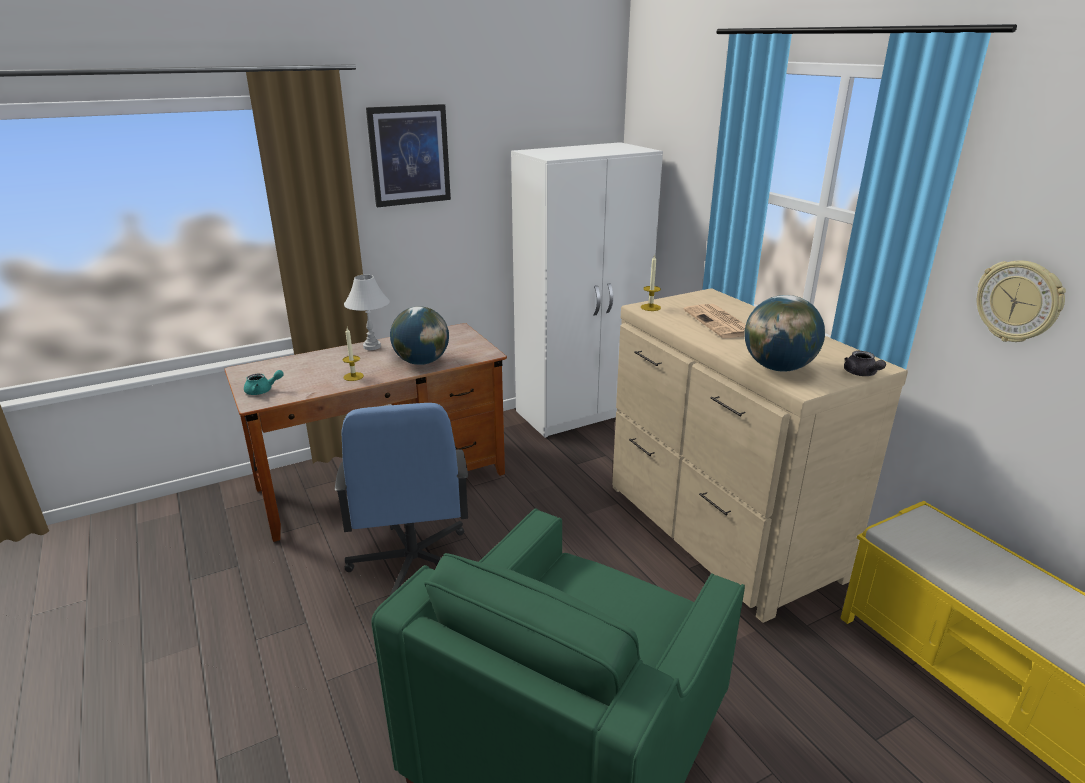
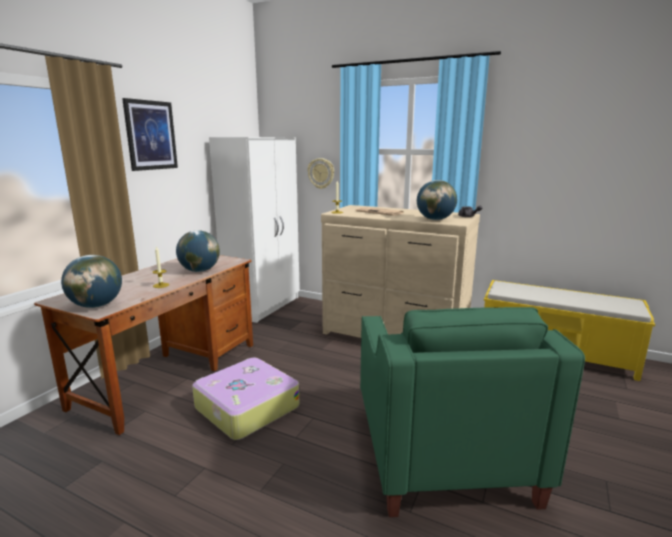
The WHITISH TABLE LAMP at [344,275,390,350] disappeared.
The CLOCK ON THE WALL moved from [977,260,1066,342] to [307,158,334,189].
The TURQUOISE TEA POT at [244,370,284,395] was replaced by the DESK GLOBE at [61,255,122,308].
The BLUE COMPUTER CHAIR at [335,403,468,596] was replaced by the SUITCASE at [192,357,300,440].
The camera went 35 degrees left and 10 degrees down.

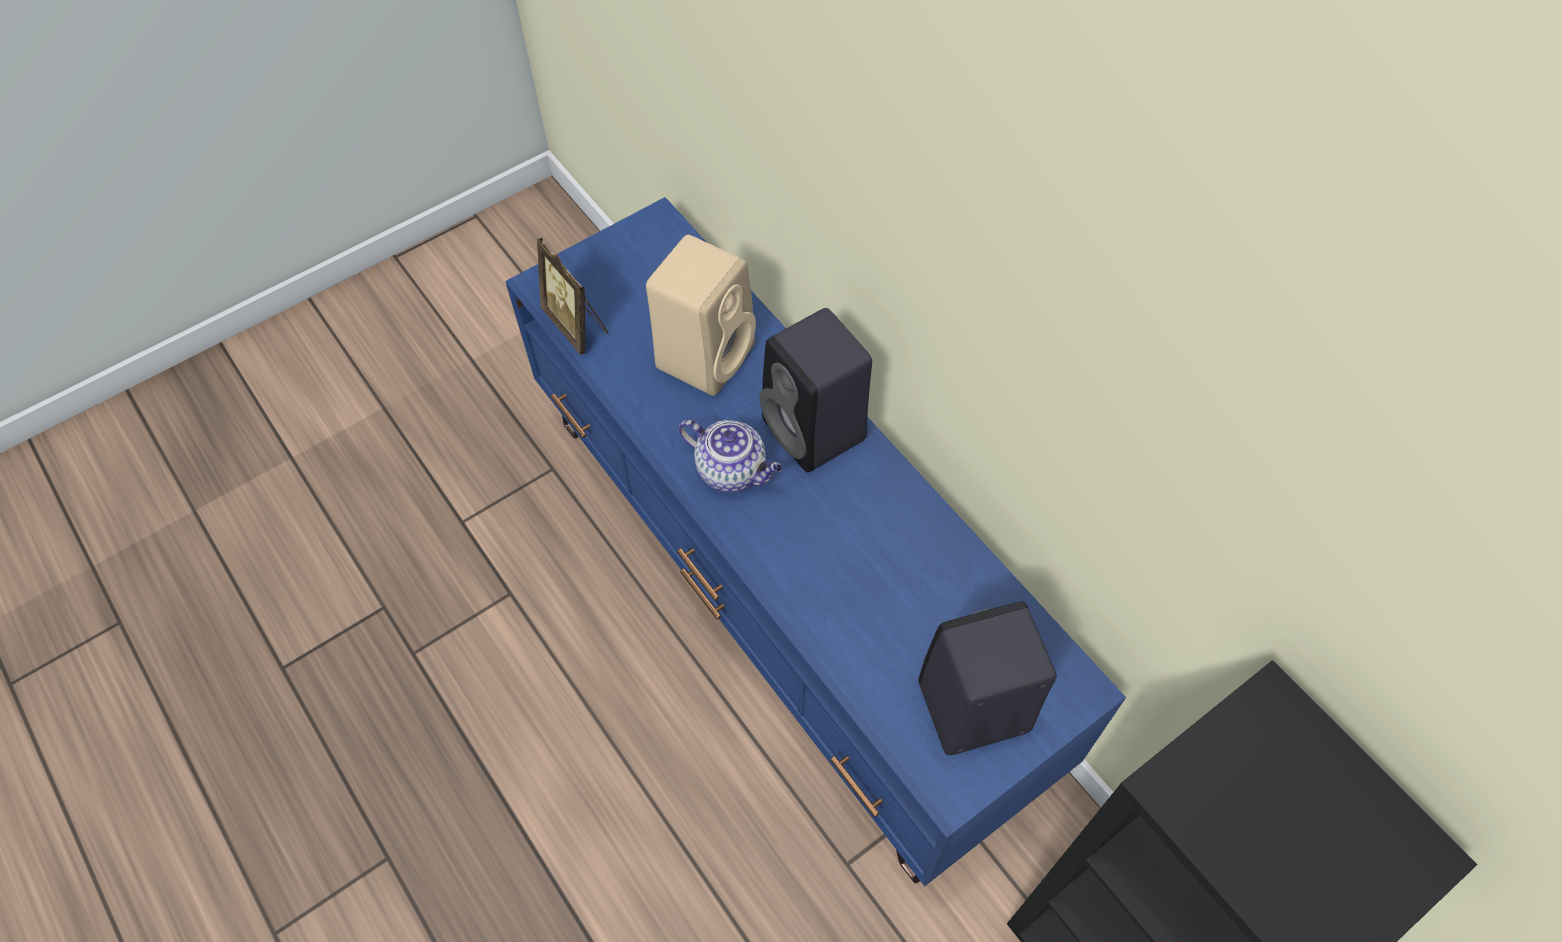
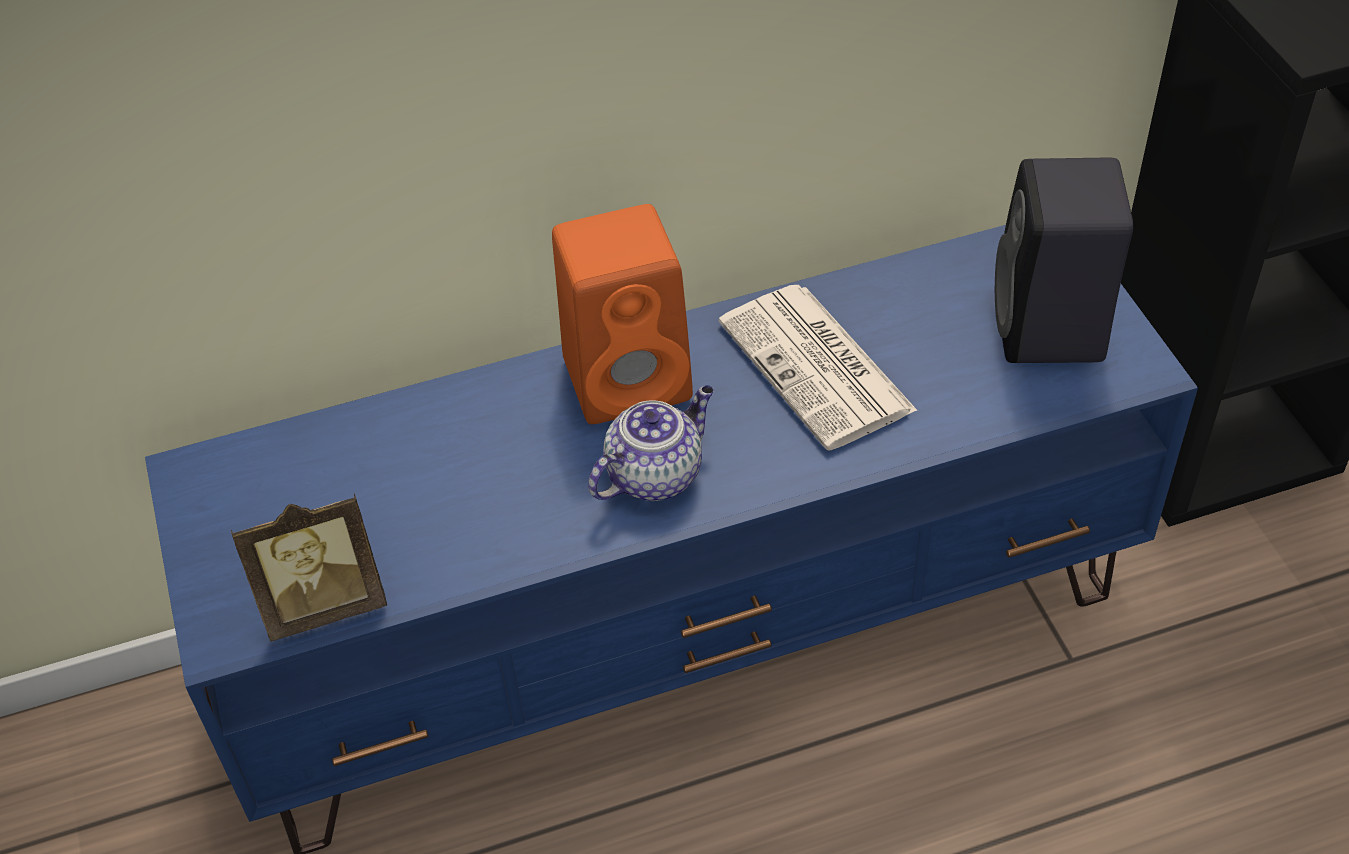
The BEIGE-COLOURED SPEAKER at [646,235,756,396] disappeared.
The DAILY PAPER at [719,285,918,451] appeared.
The BLACK SPEAKER at [759,308,872,473] became the ORANGE-COLOURED SPEAKER at [552,204,693,424].
The camera went 70 degrees left and 10 degrees down.

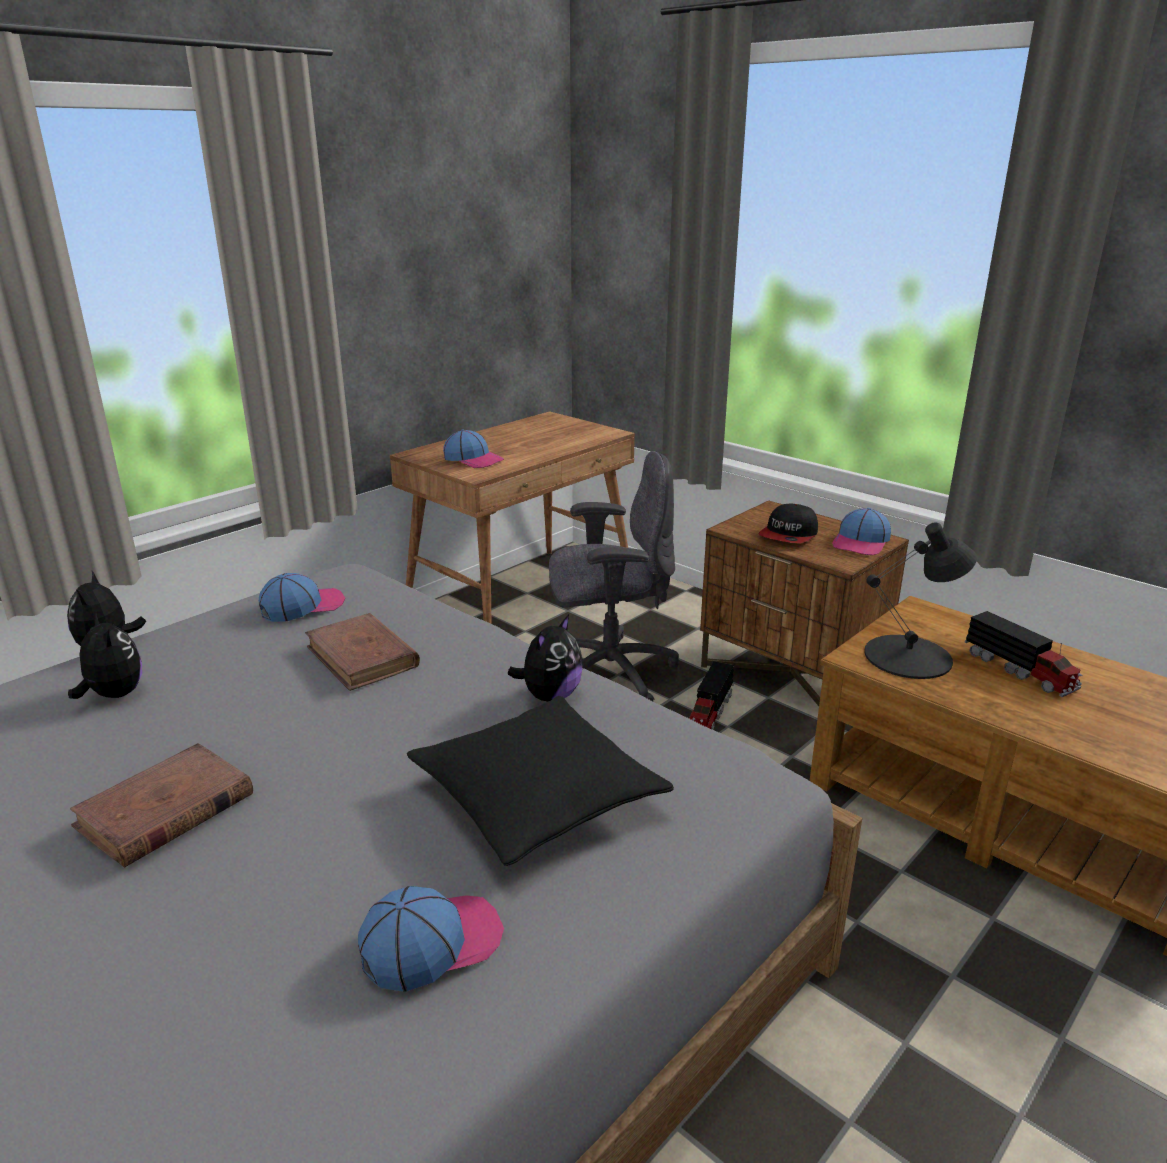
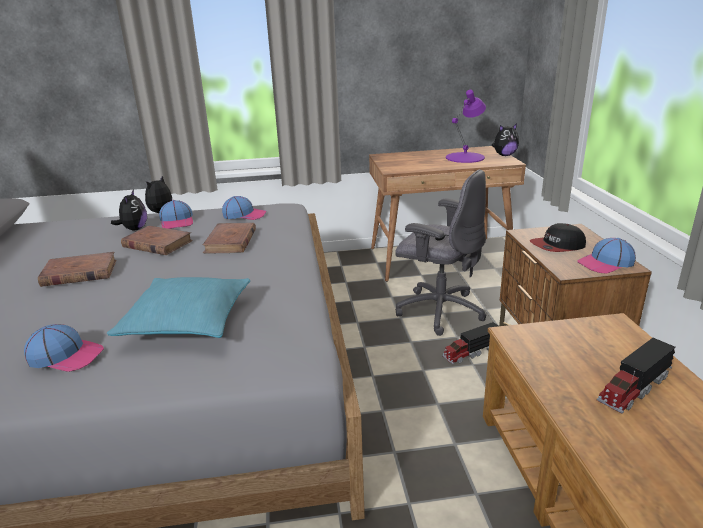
The BLACK TABLE LAMP at [864,523,977,679] disappeared.
The BROWN-COLOURED BOOK at [121,226,193,255] appeared.
The PURPLISH TABLE LAMP at [446,90,486,163] appeared.
The CAP moved from [443,430,504,468] to [159,200,193,229].
The PLUSH TOY moved from [508,615,583,702] to [492,124,519,156].
The BLACK THROW PILLOW at [407,696,674,866] became the TURQUOISE THROW PILLOW at [107,277,250,338].
The TOY LORRY at [965,611,1083,697] turned 45 degrees clockwise.
The camera went 40 degrees right and 0 degrees up.

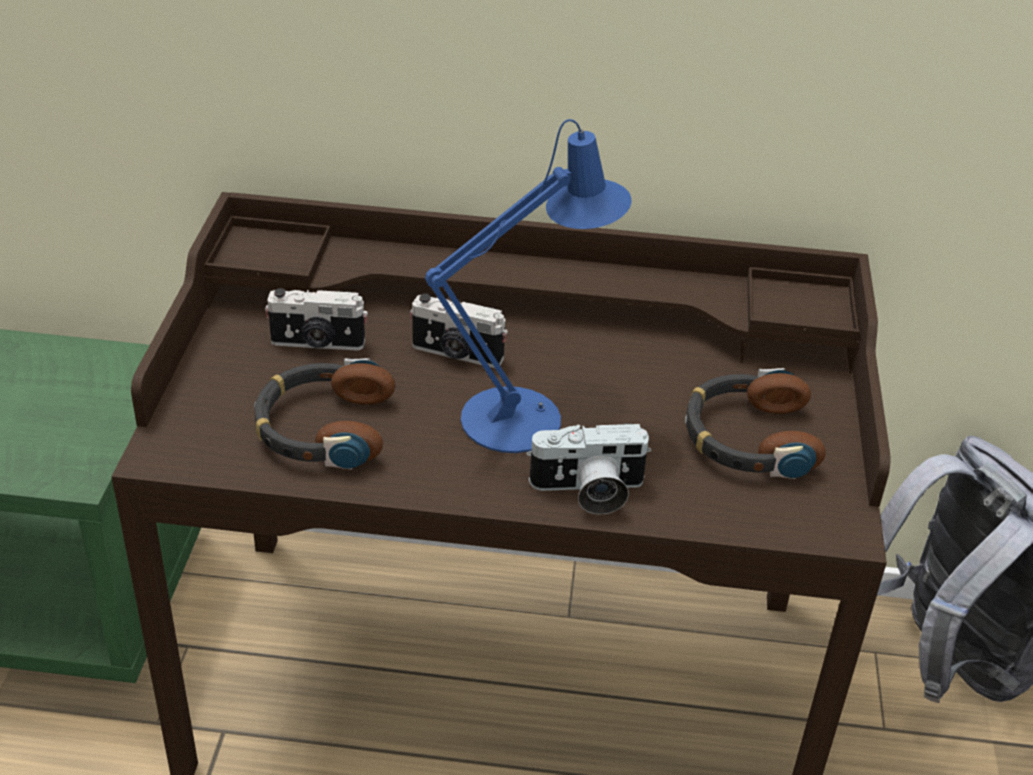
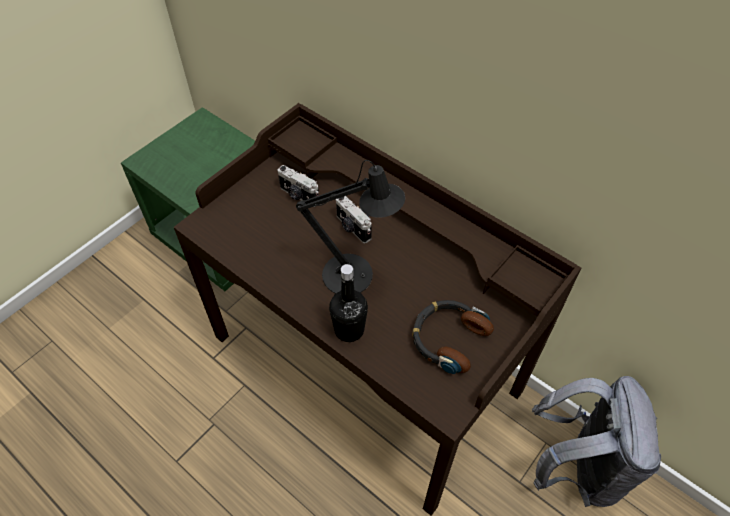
The PAIR OF HEADPHONES at [254,358,395,470] disappeared.
The PHOTO CAMERA at [526,423,651,515] was replaced by the BLACK BEVERAGE BOTTLE at [329,264,368,342].
The BLUE TABLE LAMP at [425,119,631,453] became the BLACK TABLE LAMP at [296,160,405,294].
The camera went 35 degrees right and 15 degrees up.

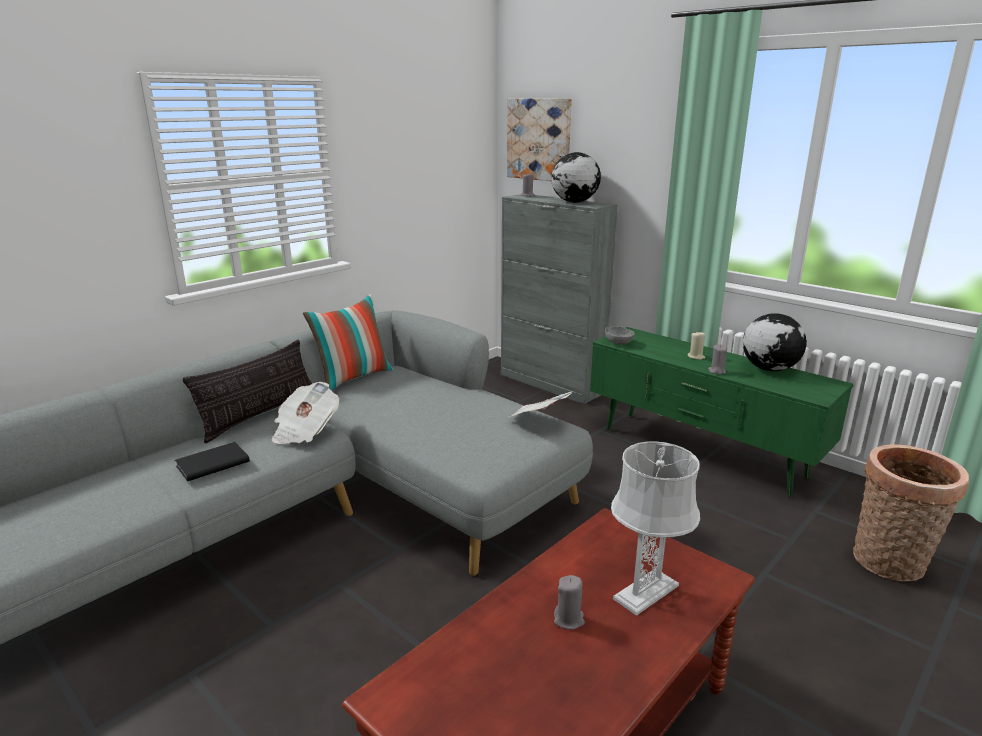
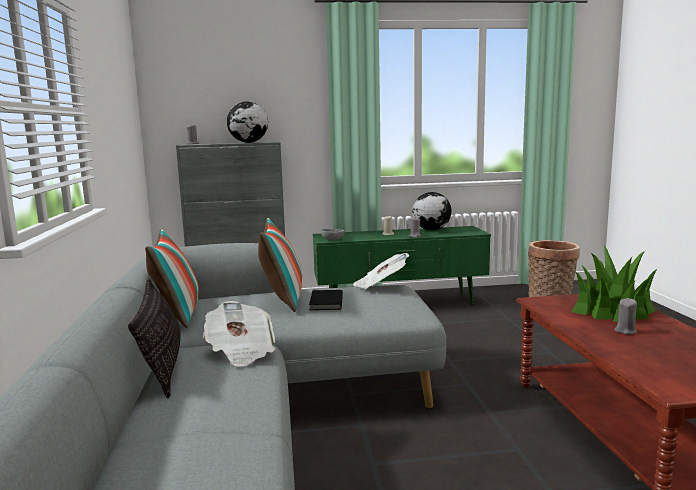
The WALL PICTURE at [507,98,572,181] disappeared.
The THROW PILLOW at [258,218,302,312] appeared.
The BLACK BOOK moved from [175,442,250,482] to [309,290,343,310].
The GREYISH TABLE LAMP at [611,441,700,616] was replaced by the PLANT IN A POT at [571,245,657,322].
The camera went 50 degrees left and 10 degrees down.

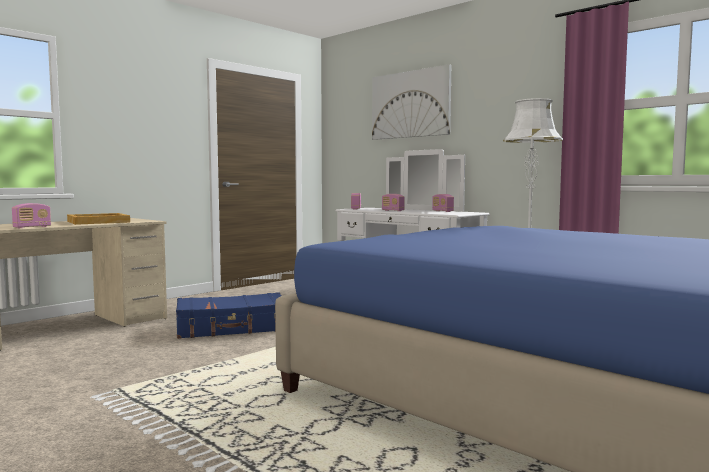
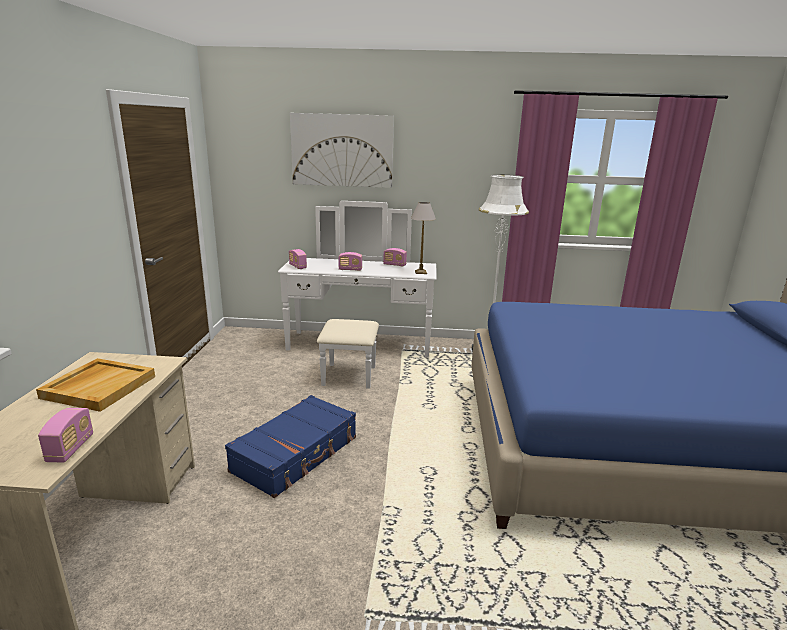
The TABLE LAMP at [411,202,436,274] appeared.
The camera went 40 degrees left and 15 degrees up.

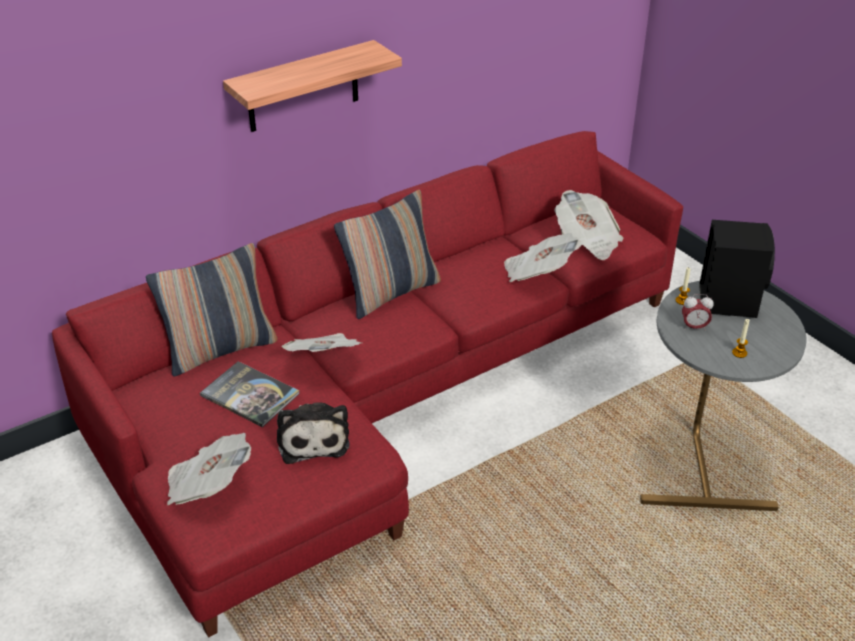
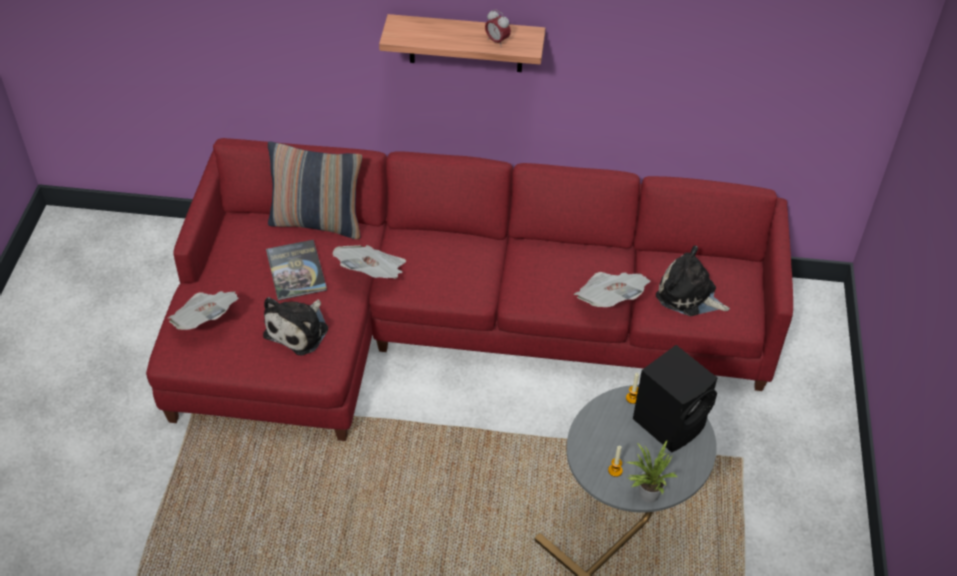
The THROW PILLOW at [334,190,441,319] disappeared.
The PLANT IN A POT at [626,439,678,503] appeared.
The TABLE CLOCK moved from [682,294,714,331] to [485,9,511,47].
The DAILY PAPER at [555,190,624,260] was replaced by the PLUSH TOY at [656,246,730,316].
The camera went 40 degrees right and 10 degrees up.

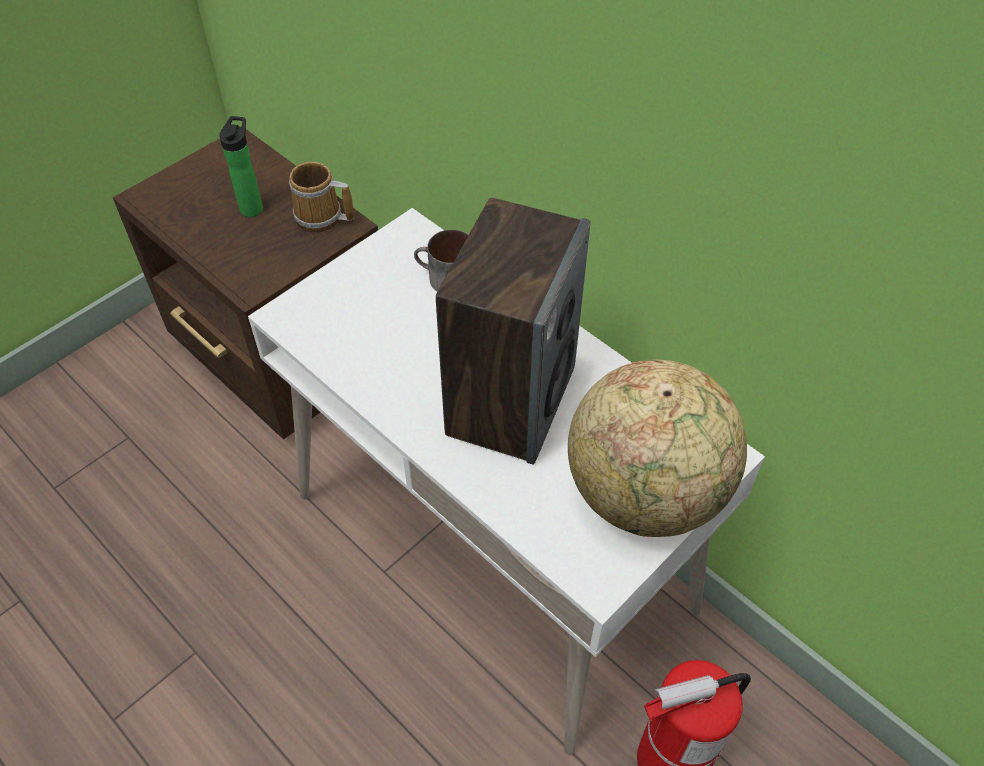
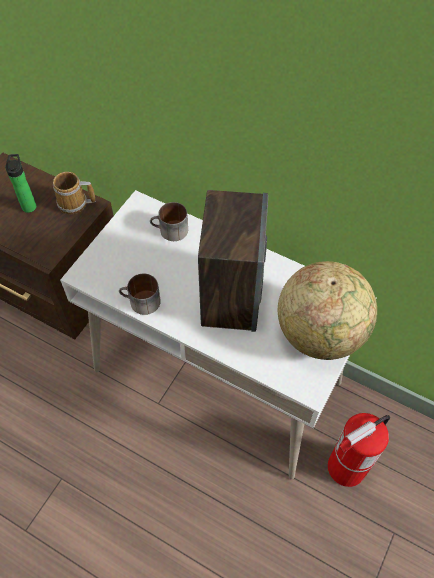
The MUG at [119,273,161,315] appeared.
The camera went 15 degrees left and 5 degrees up.

